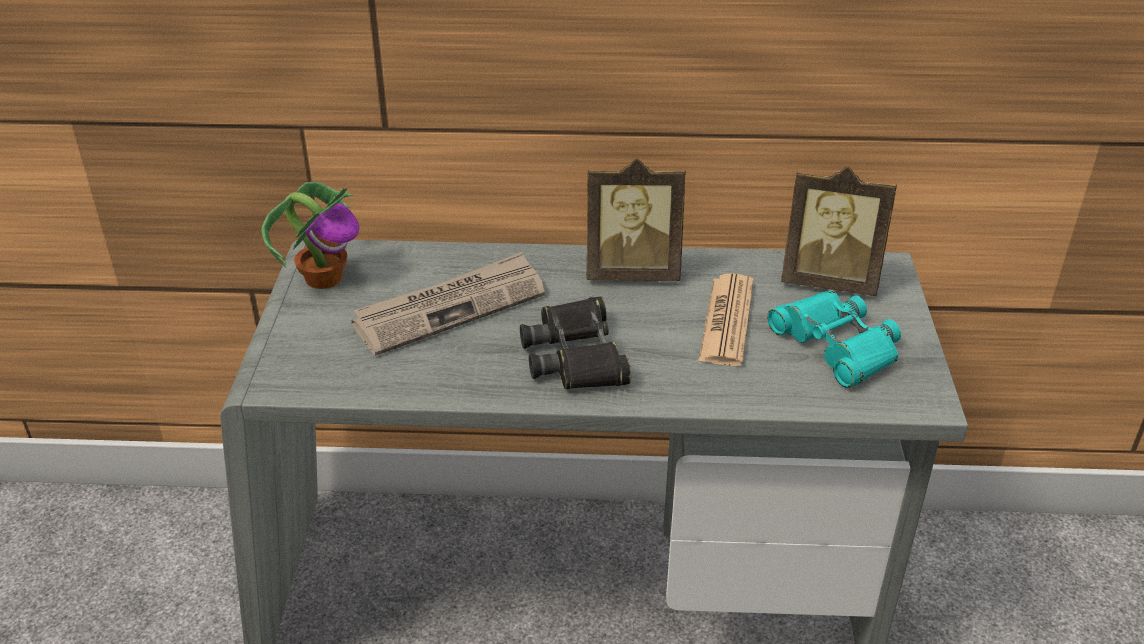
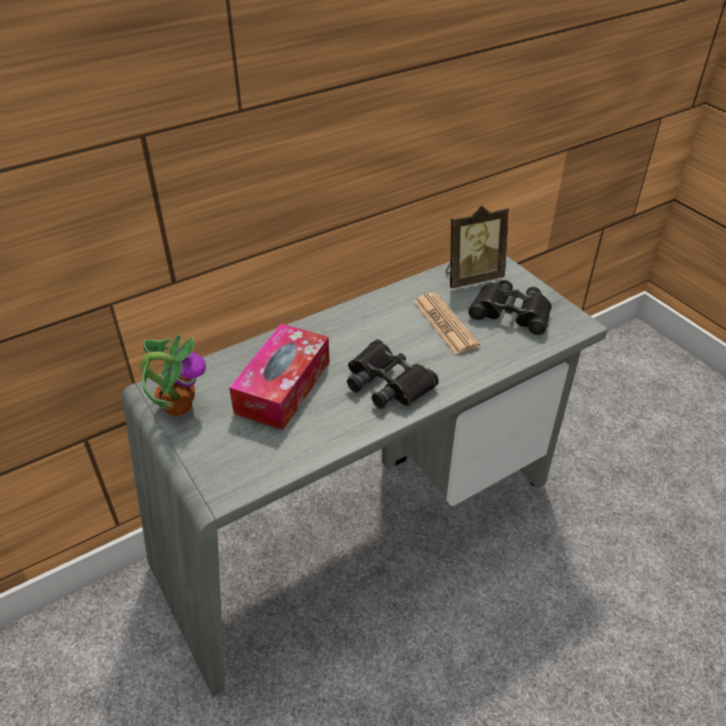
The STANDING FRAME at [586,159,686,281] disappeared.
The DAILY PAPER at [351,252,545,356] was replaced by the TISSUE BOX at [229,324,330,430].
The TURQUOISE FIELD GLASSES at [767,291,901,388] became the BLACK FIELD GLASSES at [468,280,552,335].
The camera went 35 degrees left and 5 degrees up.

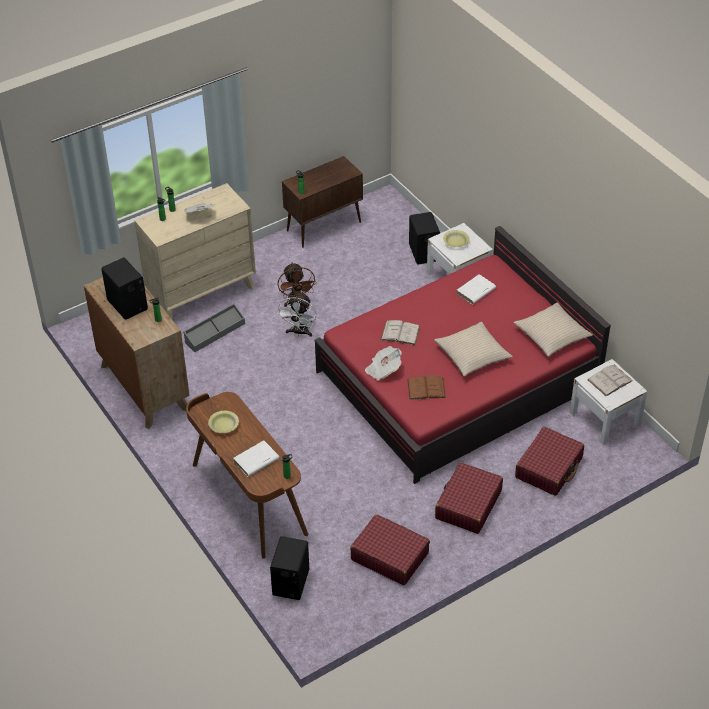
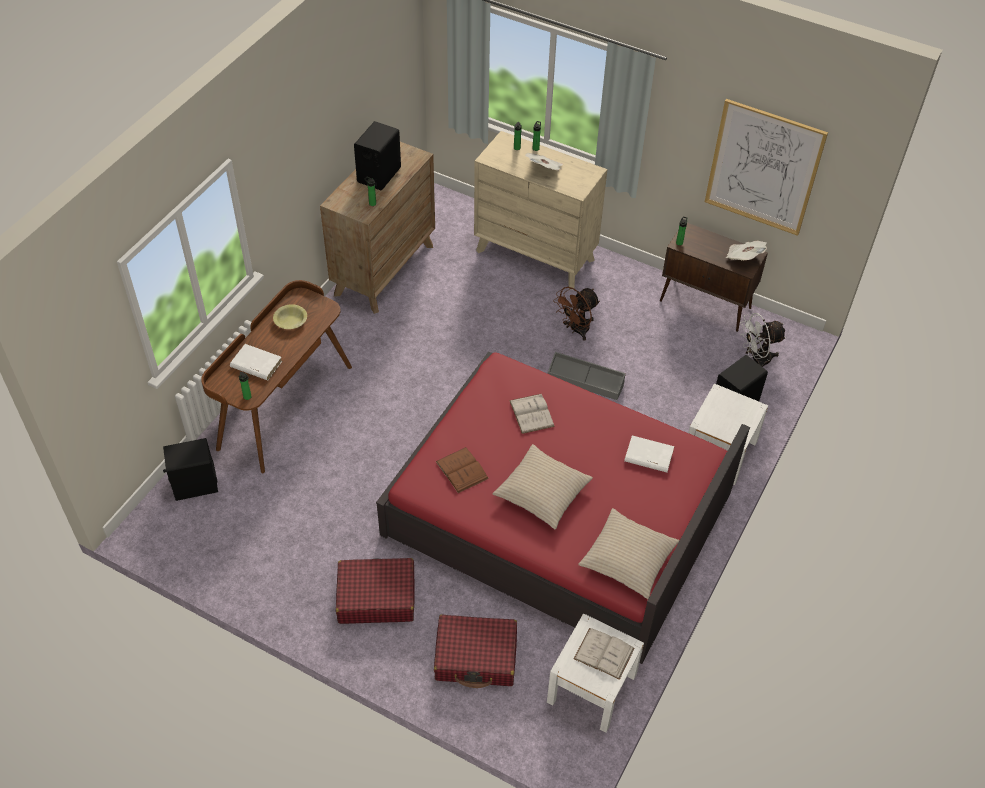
The RED SUITCASE at [350,514,430,585] disappeared.
The YELLOW DEEP DISH at [443,230,469,247] disappeared.
The WALL PICTURE at [705,99,828,236] appeared.
The GREYISH STORAGE BIN moved from [184,304,245,352] to [548,352,626,400].
The WHITISH COOLING FAN moved from [277,292,316,337] to [740,313,786,367].
The DAILY PAPER moved from [365,346,402,381] to [726,241,767,260].
The camera went 60 degrees right and 5 degrees up.

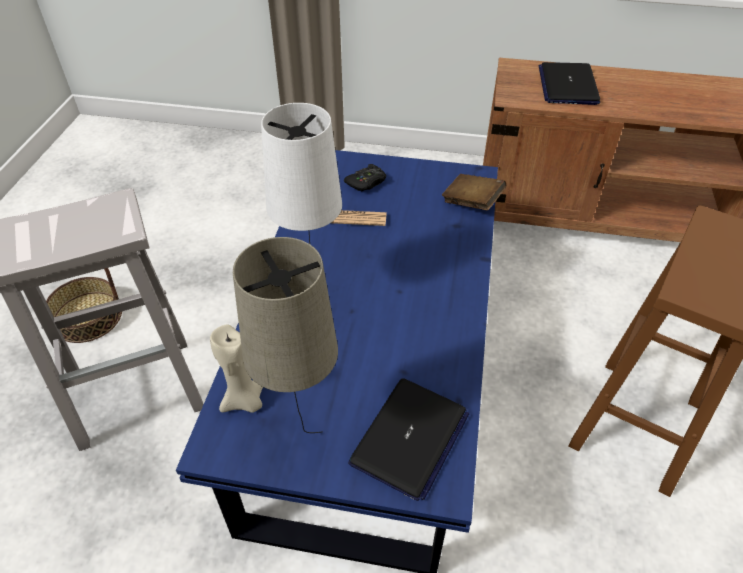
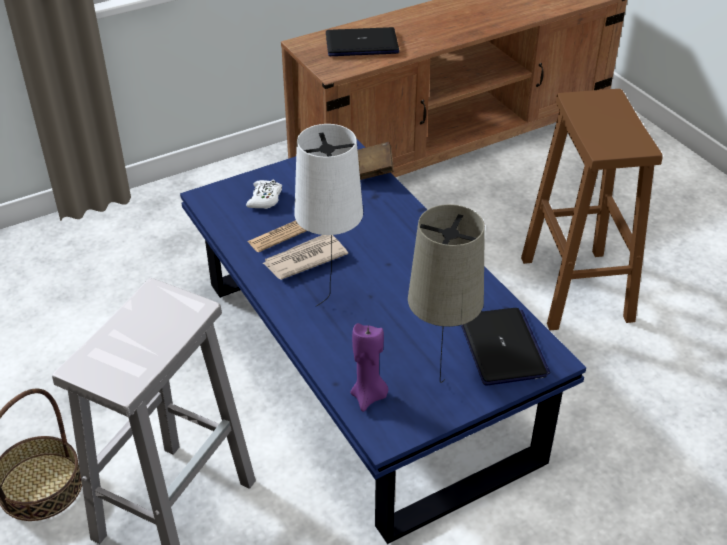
The DAILY PAPER at [263,235,348,280] appeared.
The BEIGE-COLOURED WAX LIGHT at [210,324,263,413] became the PURPLISH WAX LIGHT at [350,323,388,412].
The BLACK JOYPAD at [344,164,386,191] became the WHITISH JOYPAD at [246,179,282,209].
The PORTABLE COMPUTER at [539,62,600,105] turned 120 degrees clockwise.
The camera went 40 degrees left and 5 degrees down.

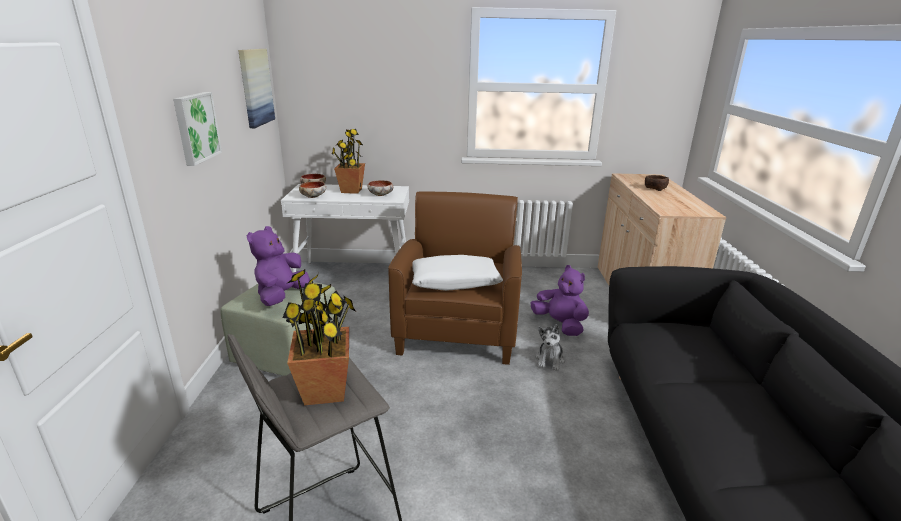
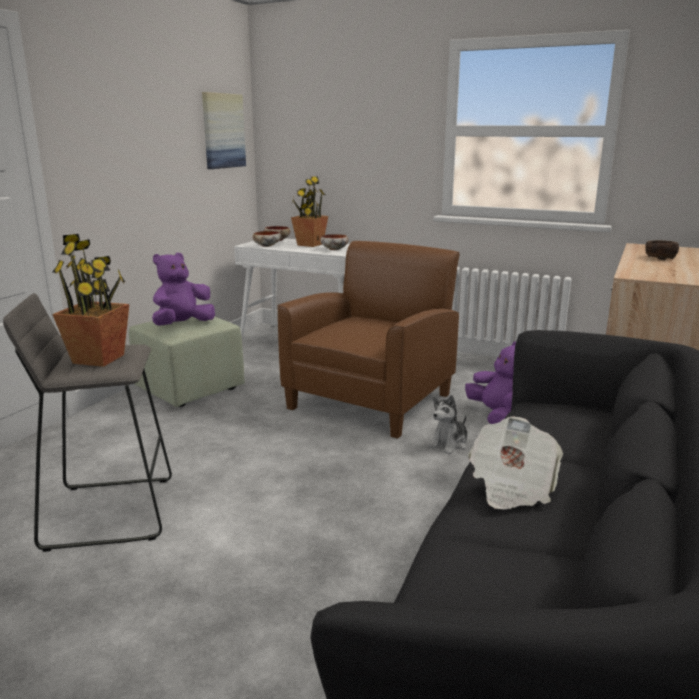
The WALL PICTURE at [173,92,222,166] disappeared.
The WHITISH THROW PILLOW at [412,255,503,291] disappeared.
The DAILY PAPER at [468,417,563,509] appeared.
The camera went 25 degrees right and 5 degrees down.

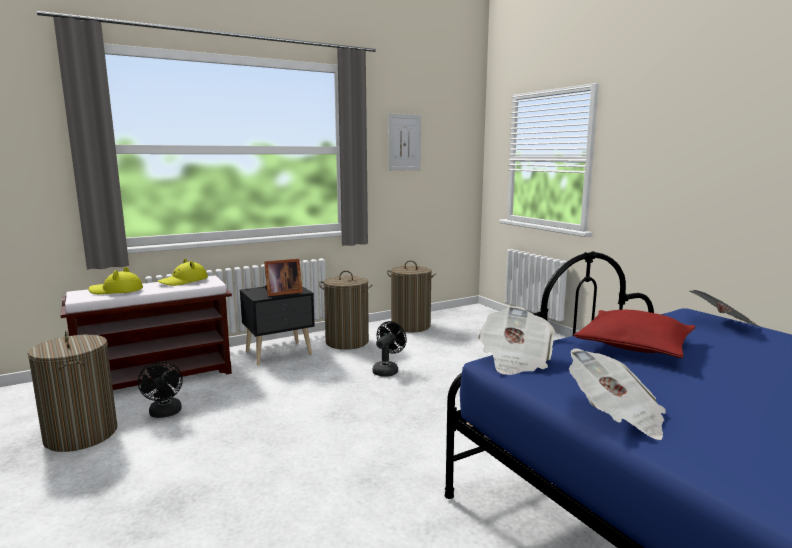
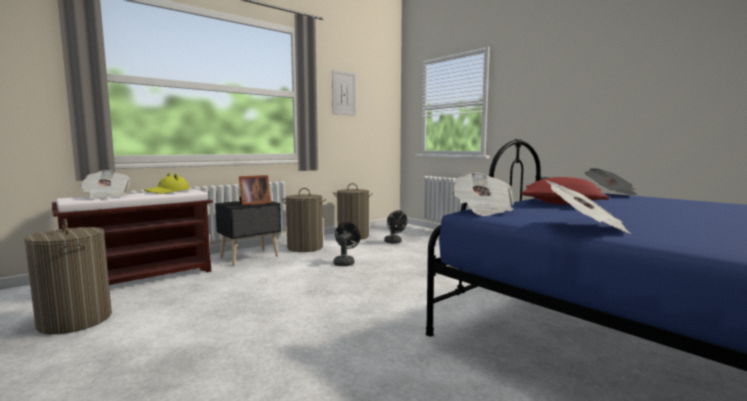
The BLACK COOLING FAN moved from [138,362,183,418] to [384,210,407,243].
The YELLOW WEARABLE HAT at [89,267,143,294] was replaced by the DAILY PAPER at [80,170,131,200].
The camera went 10 degrees left and 5 degrees down.

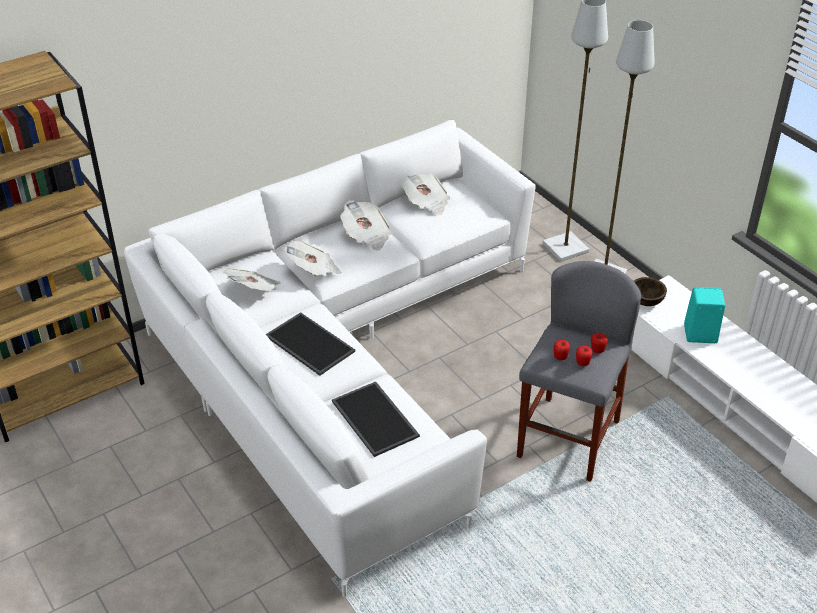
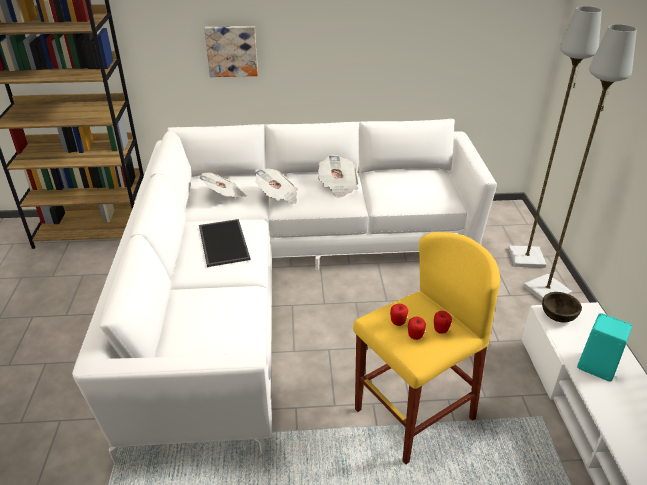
The TRAY at [332,381,420,457] disappeared.
The DAILY PAPER at [401,173,450,215] disappeared.
The WALL PICTURE at [204,26,258,77] appeared.
The GREYISH STOOL SEAT at [517,261,641,482] became the YELLOW STOOL SEAT at [353,232,500,464].
The camera went 30 degrees right and 5 degrees down.

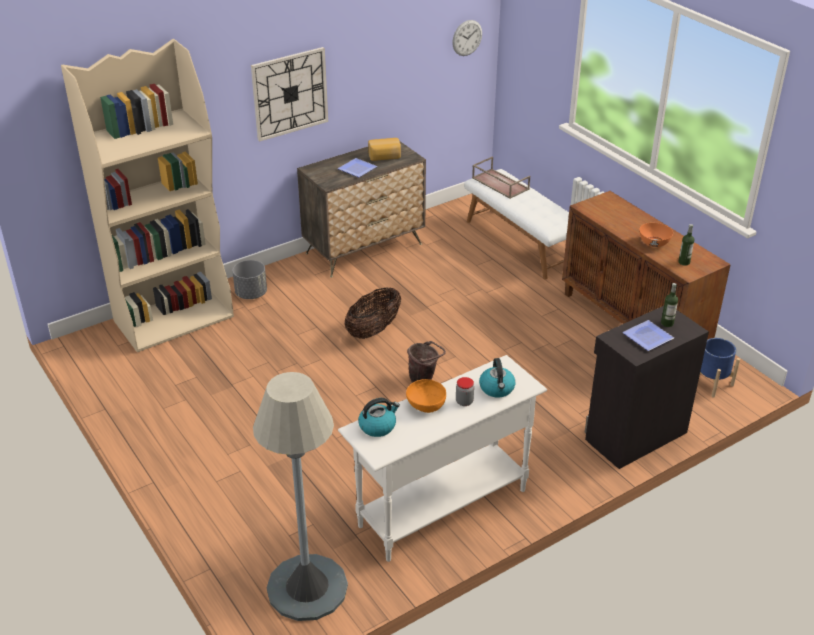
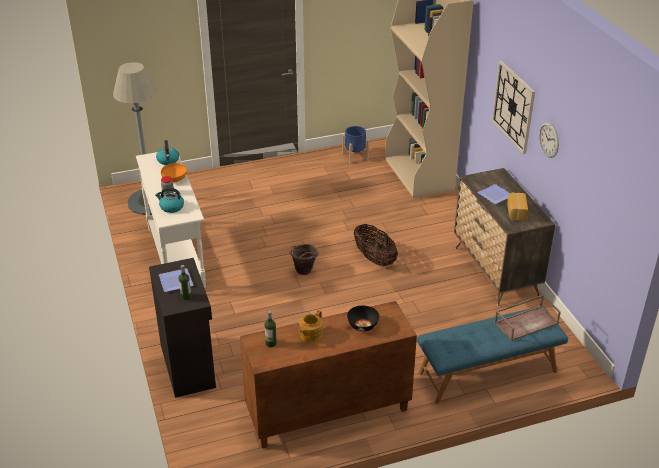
The GREYISH PLANT POT at [232,260,267,299] disappeared.
The BLACK DEEP DISH at [347,306,379,331] appeared.
The CLOCK ON THE WALL moved from [452,20,482,56] to [539,122,559,158].
The BLUE PLANT POT moved from [700,338,740,397] to [342,126,369,163].
The ORANGE-COLOURED DEEP DISH at [639,223,673,247] was replaced by the TEA POT at [300,310,323,342].
The WHITISH BENCH at [464,169,569,280] became the BLUE BENCH at [417,306,568,404].
The camera went 105 degrees right and 0 degrees up.

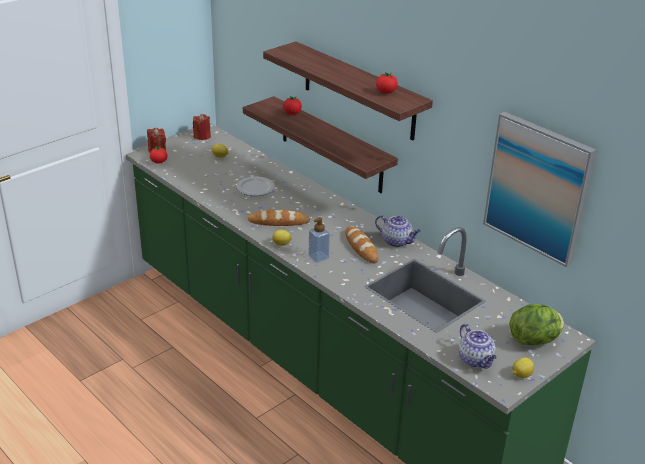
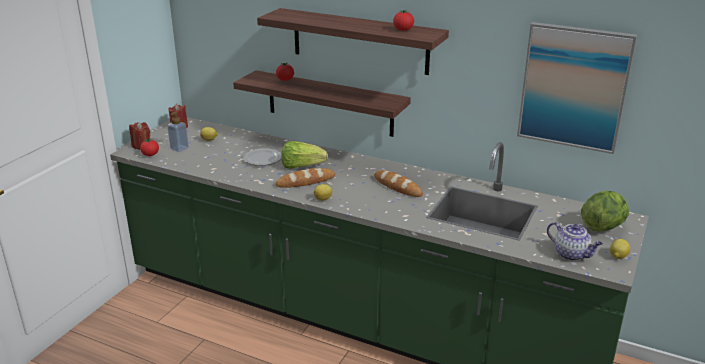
The TEA POT at [375,215,421,247] disappeared.
The LETTUCE HEAD at [282,141,328,169] appeared.
The SOAP DISPENSER moved from [309,218,330,262] to [167,112,189,152].
The camera went 20 degrees left and 5 degrees down.

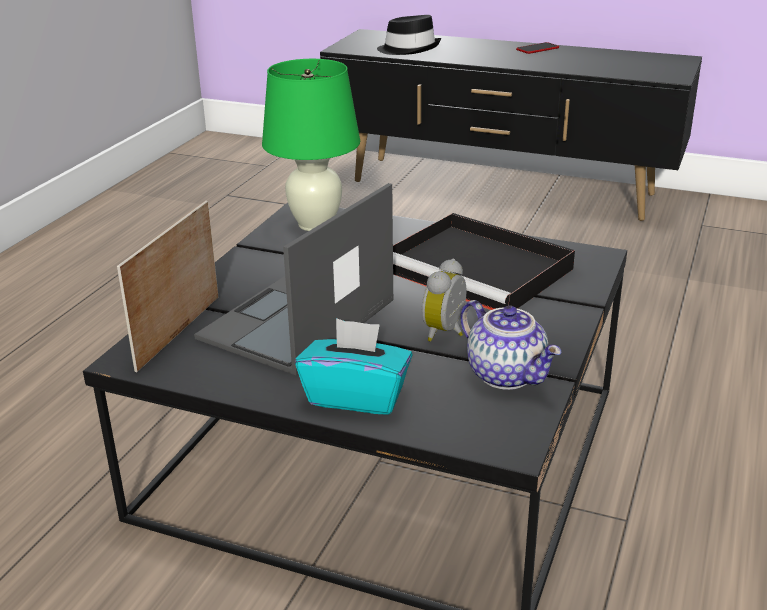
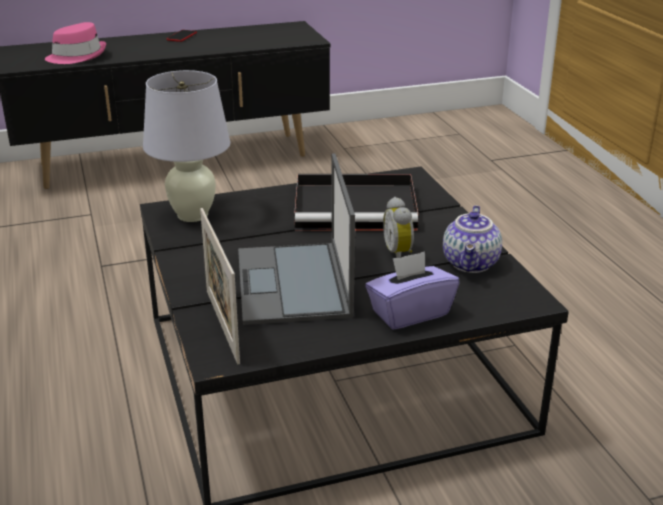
The GREENISH TABLE LAMP at [262,59,360,231] became the WHITISH TABLE LAMP at [143,70,231,222].
The TURQUOISE TISSUE BOX at [295,318,412,415] became the PURPLISH TISSUE BOX at [365,251,459,330].
The BLACK WEARABLE HAT at [377,15,441,55] became the PINK WEARABLE HAT at [45,22,106,64].
The TEA POT at [460,300,561,390] turned 90 degrees clockwise.
The camera went 40 degrees left and 0 degrees up.

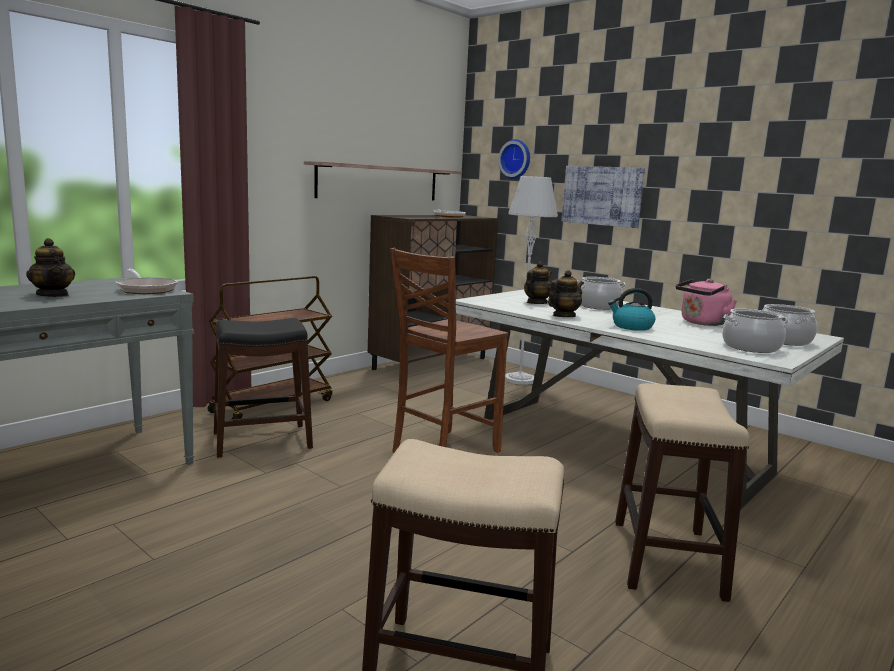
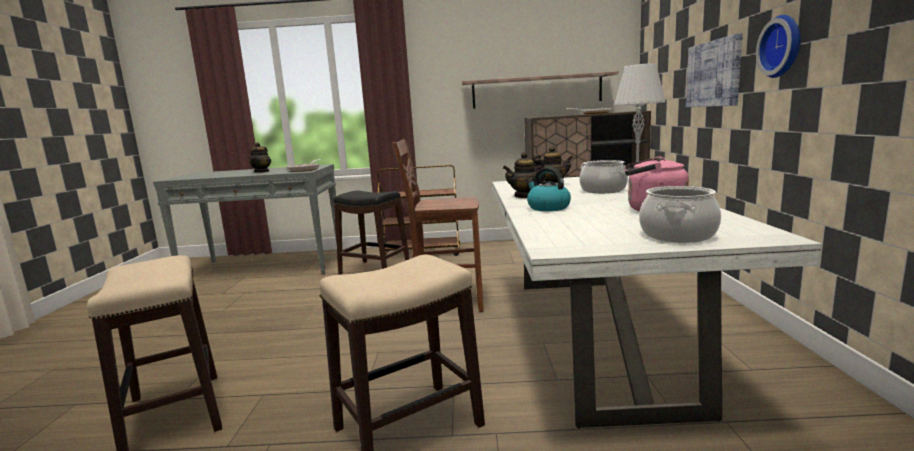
The COOKING POT at [722,309,789,353] disappeared.
The CLOCK ON THE WALL moved from [498,139,530,179] to [756,15,801,78].
The TEA POT at [548,270,584,317] turned 150 degrees clockwise.
The camera went 50 degrees right and 0 degrees up.

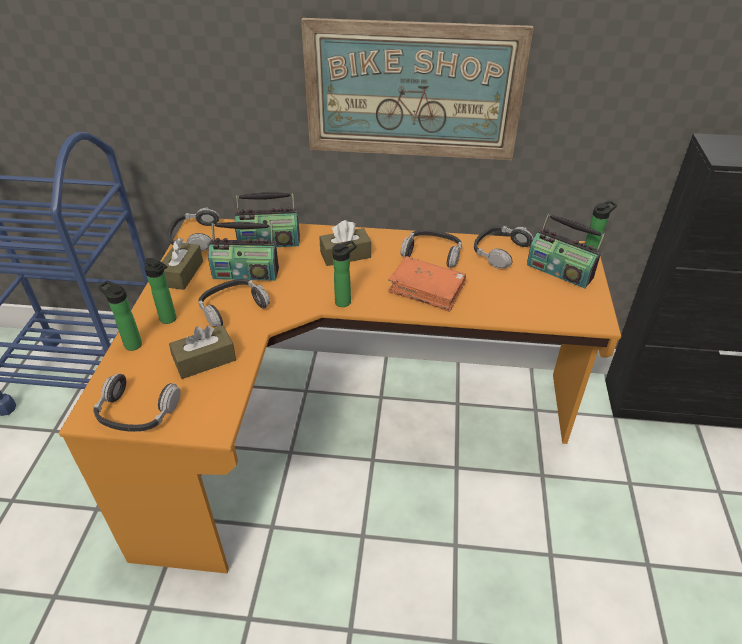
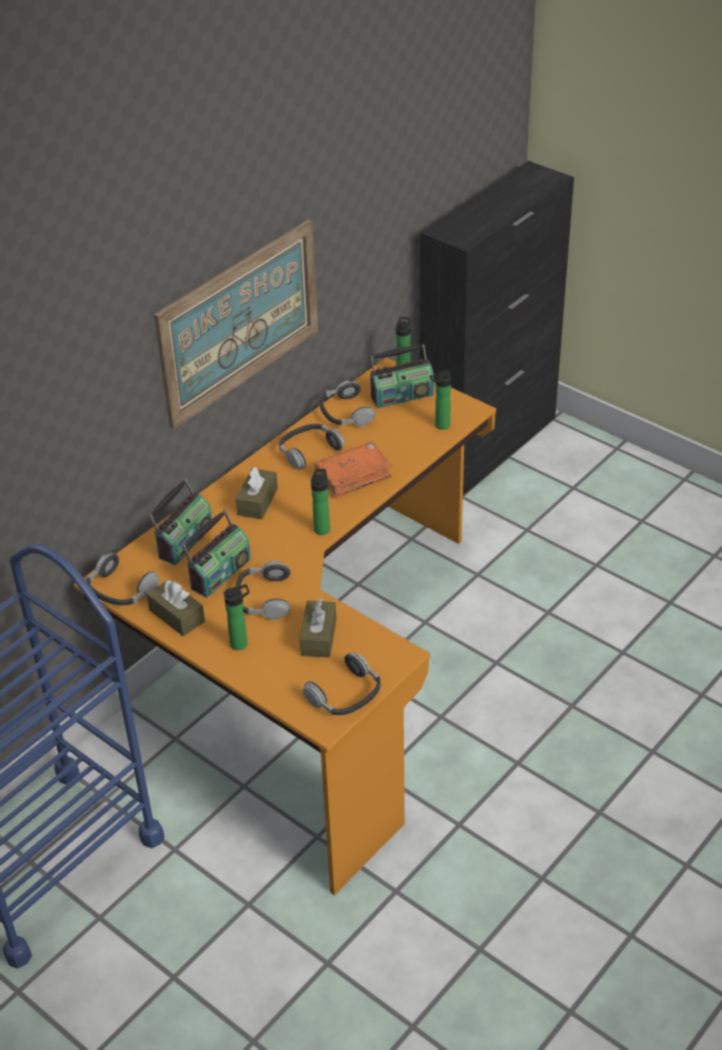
The BEVERAGE BOTTLE moved from [98,281,142,351] to [429,371,451,430].
The camera went 55 degrees left and 0 degrees up.

